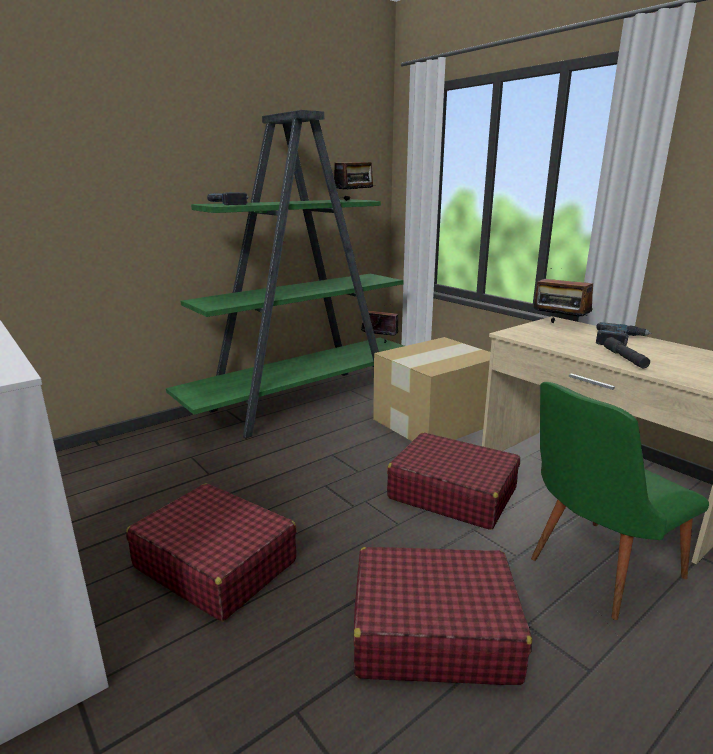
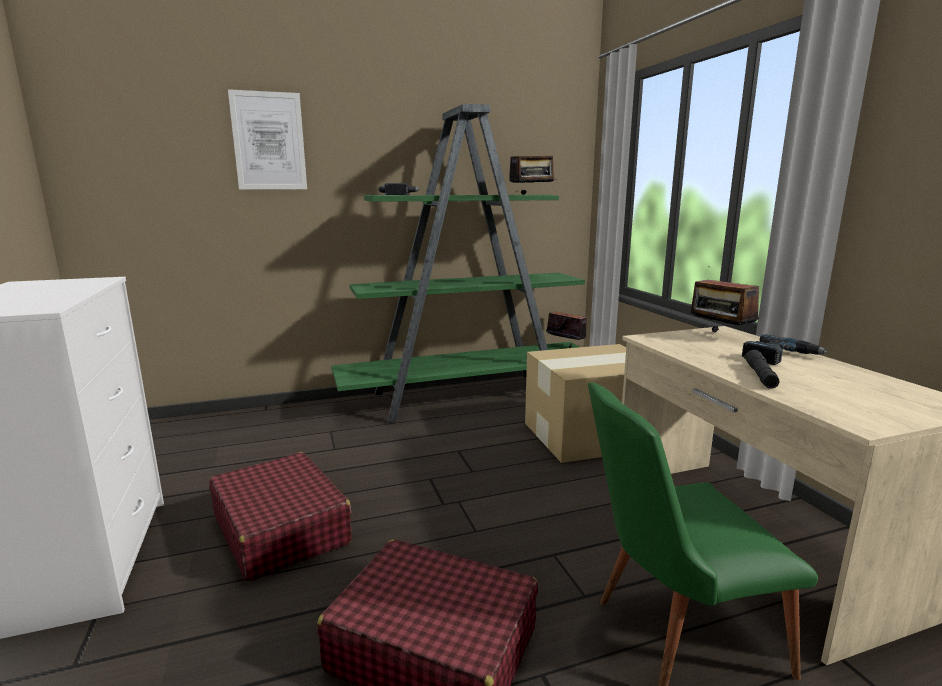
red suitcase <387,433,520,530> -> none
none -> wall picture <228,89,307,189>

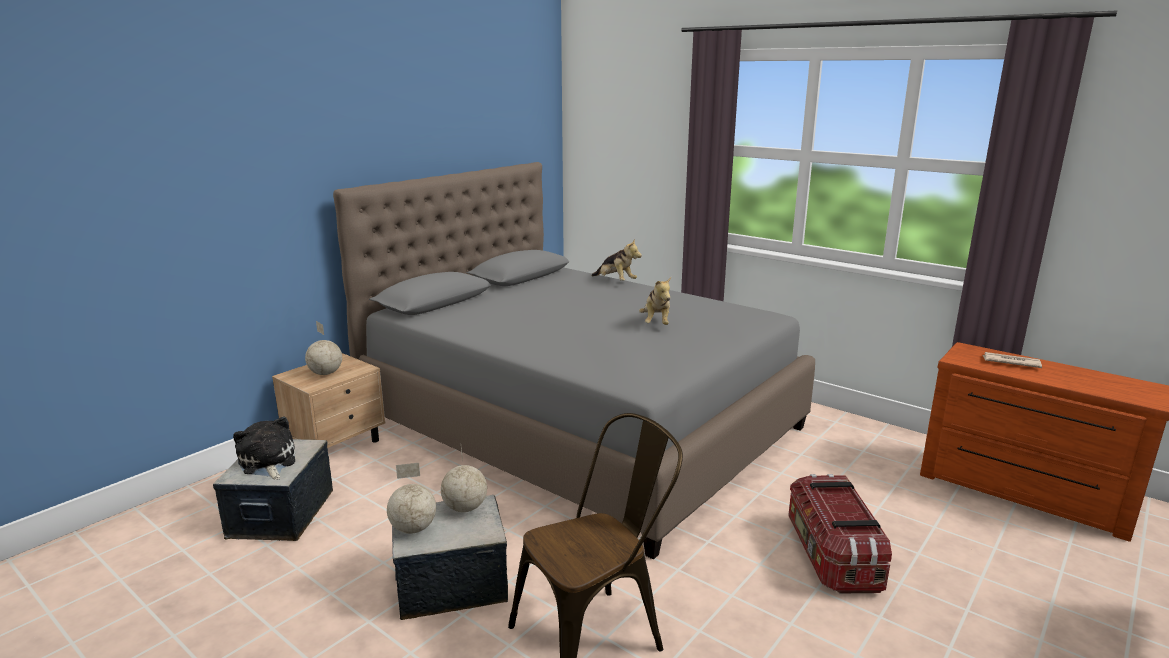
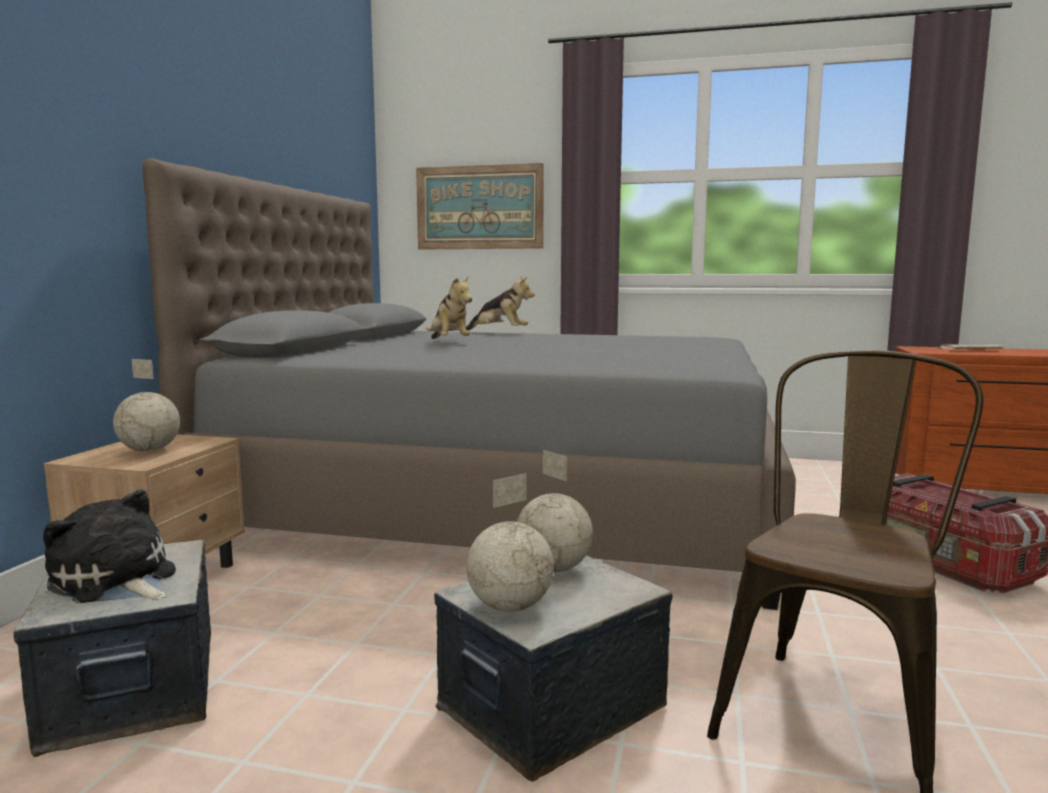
none -> wall picture <416,163,544,249>
plush toy <639,277,671,325> -> plush toy <426,276,472,339>, shifted

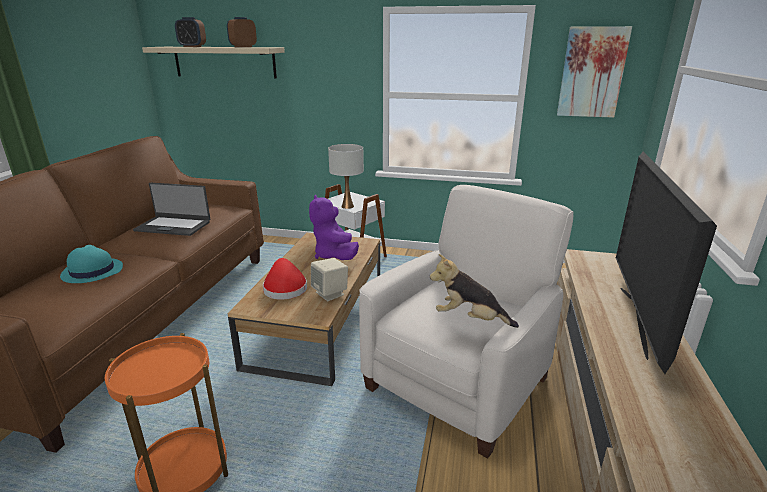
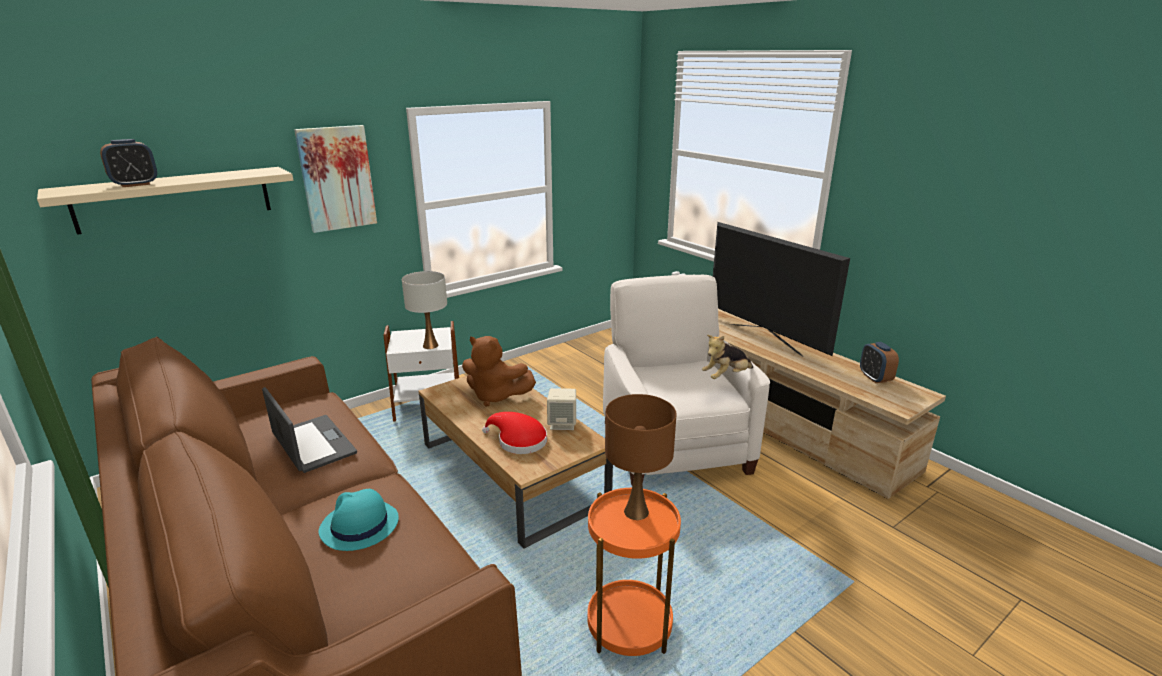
none -> brownish tabletop lamp <605,394,676,520>
bedside clock <227,17,257,47> -> bedside clock <860,342,899,383>, shifted
wall picture <557,26,632,118> -> wall picture <294,125,377,233>, shifted
purple plush toy <309,195,359,260> -> brownish plush toy <462,336,536,407>
laptop <133,183,210,236> -> laptop <262,387,357,473>, 90 degrees counterclockwise

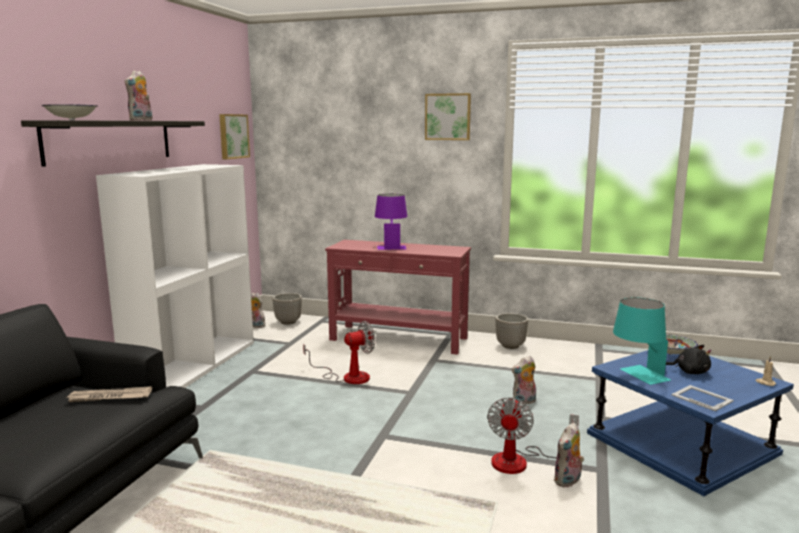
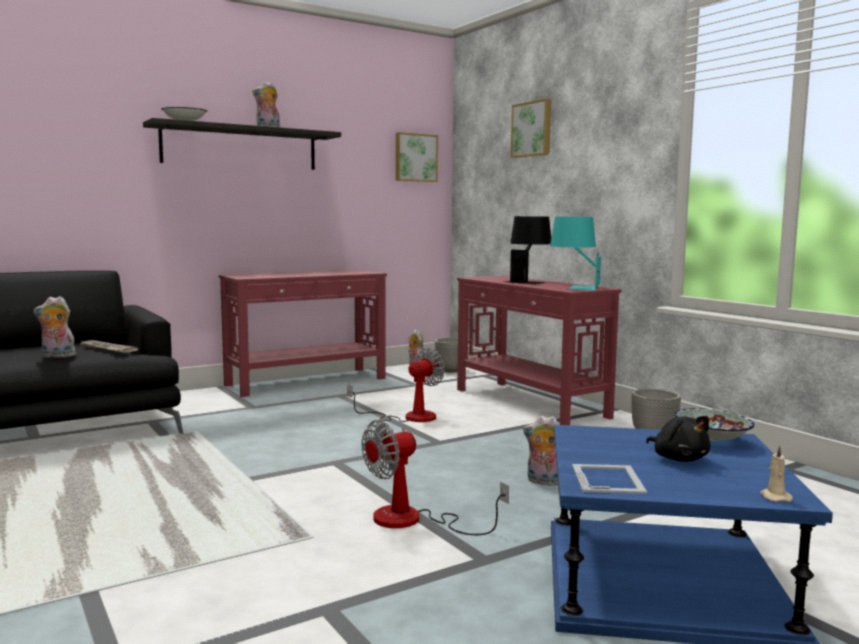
wall picture <425,93,471,140> -> wall picture <511,99,551,158>, shifted
plush toy <553,422,584,487> -> plush toy <34,296,76,358>, shifted
blue-green tabletop lamp <613,298,671,385> -> blue-green tabletop lamp <550,217,601,290>, shifted
whitish bookcase <96,164,254,388> -> red hall table <219,270,387,397>
purple tabletop lamp <375,194,407,250> -> black tabletop lamp <505,216,551,284>
electric fan <303,321,375,384> -> electric fan <347,348,445,422>, 60 degrees counterclockwise

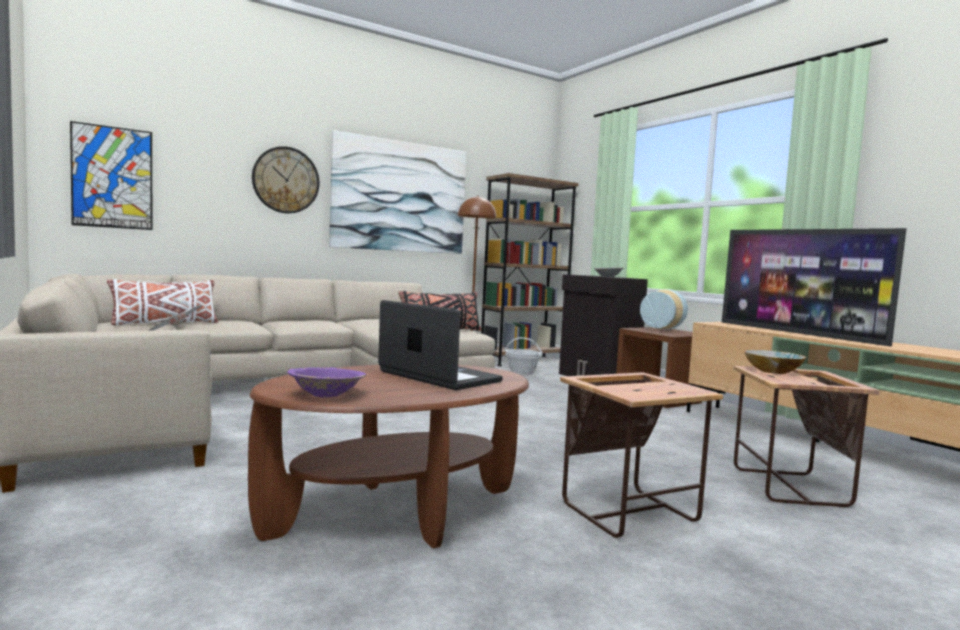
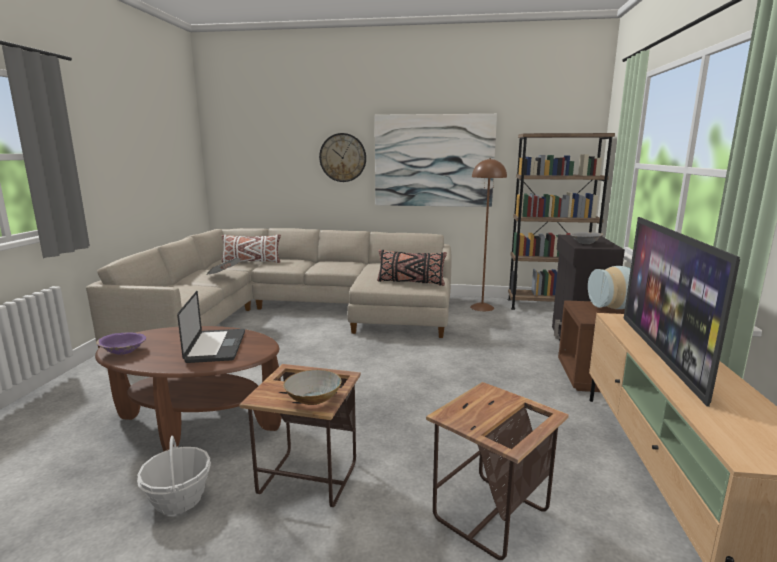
wall picture <70,121,153,230> -> none
basket <505,337,543,374> -> basket <137,436,211,515>, shifted
serving bowl <744,350,807,374> -> serving bowl <283,370,342,405>, shifted

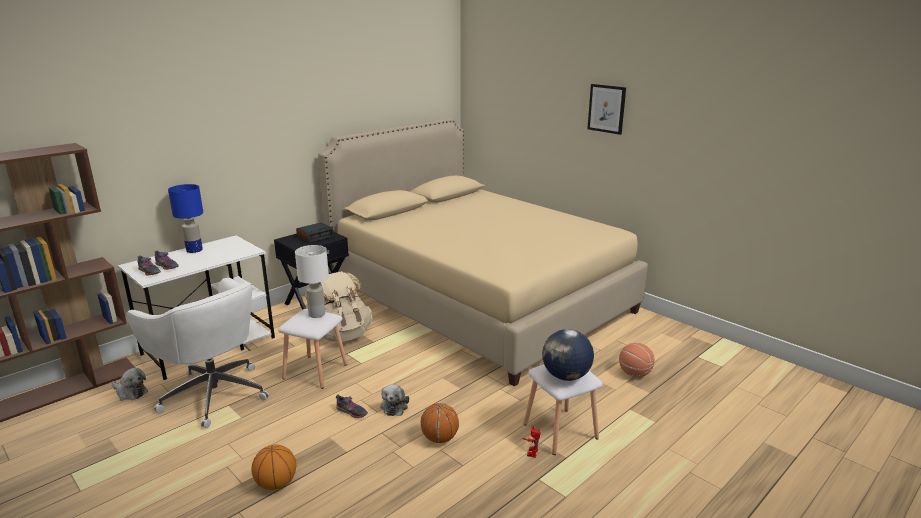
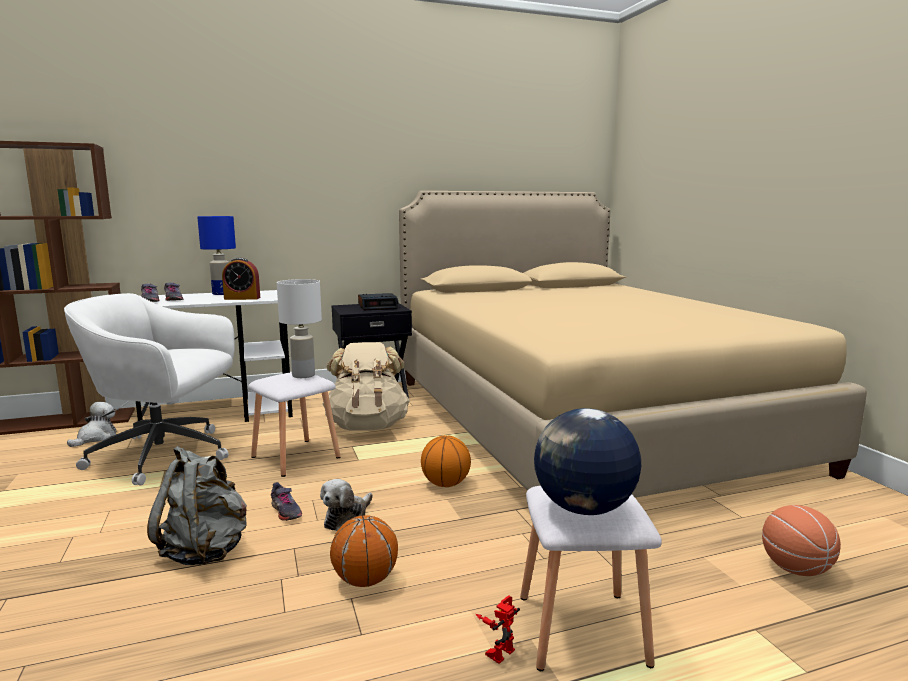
wall picture <587,84,626,135> -> none
none -> grey backpack <147,446,247,565>
none -> bedside clock <222,258,260,300>
basketball ball <251,445,296,490> -> basketball ball <421,435,471,487>, shifted
plush toy <112,368,148,401> -> plush toy <67,402,116,447>, 120 degrees counterclockwise
whitish office chair <126,278,269,428> -> whitish office chair <64,293,234,485>, 120 degrees clockwise

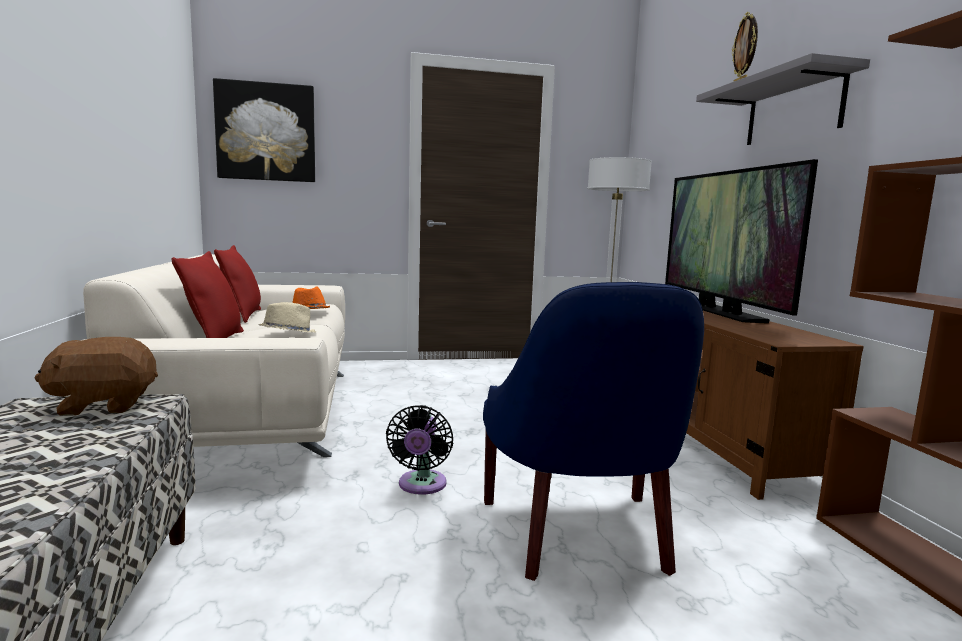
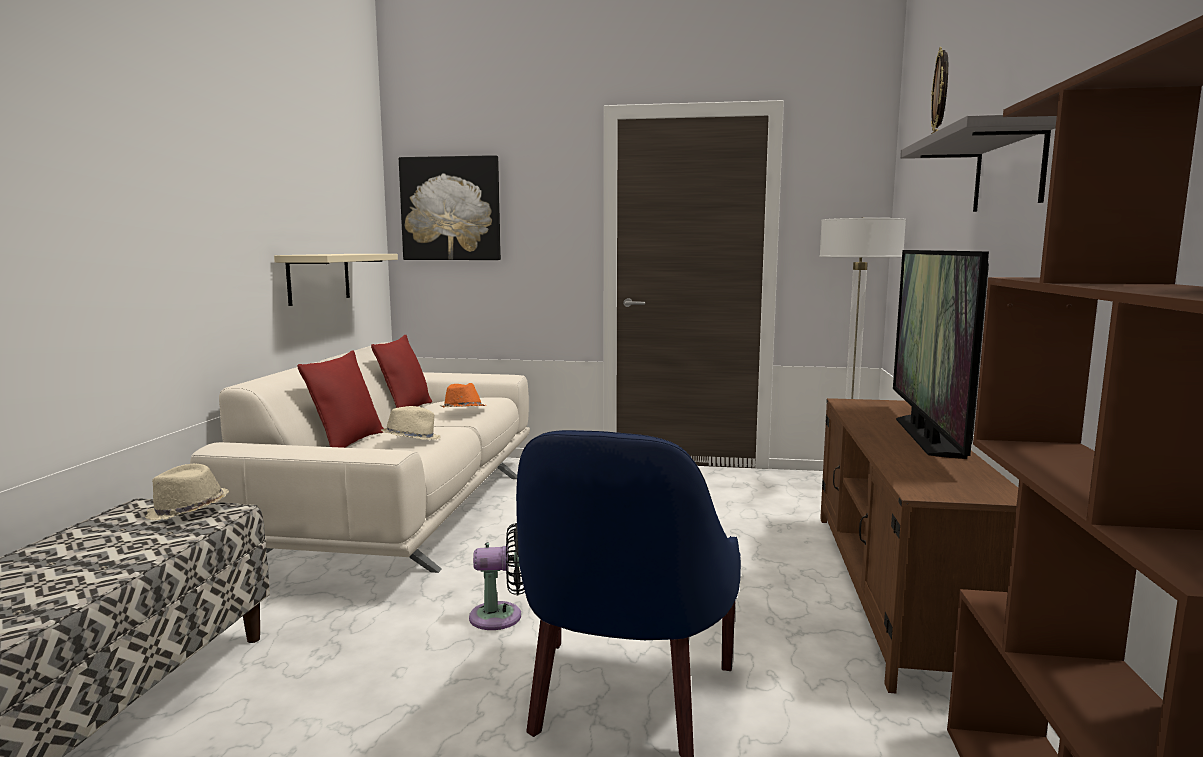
none -> sand-coloured bracket shelf <274,254,398,306>
brownish plush toy <34,337,158,416> -> sand-coloured hat <145,464,229,520>
black electric fan <386,405,453,495> -> black electric fan <469,523,525,630>, 120 degrees counterclockwise

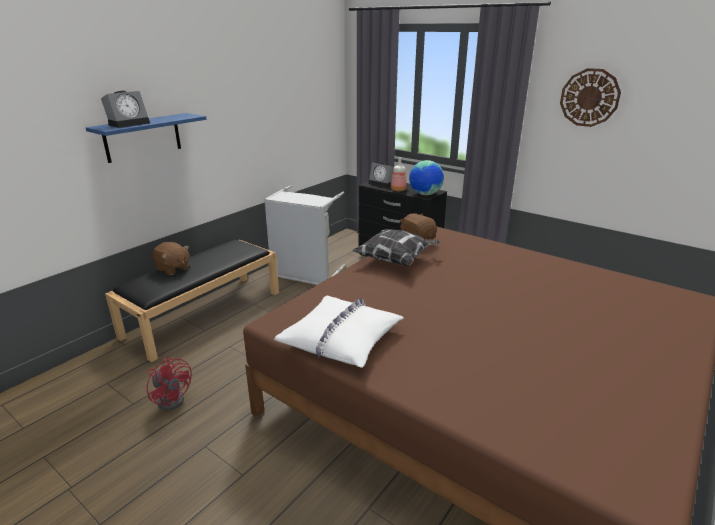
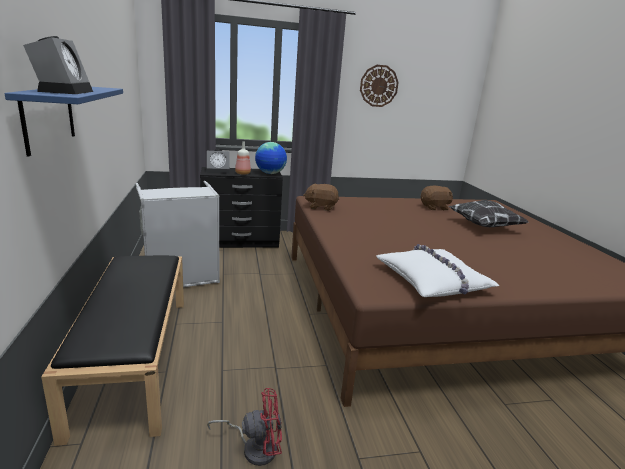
brownish plush toy <152,242,190,275> -> brownish plush toy <421,186,453,210>, shifted
throw pillow <352,229,440,266> -> throw pillow <449,200,528,227>, shifted

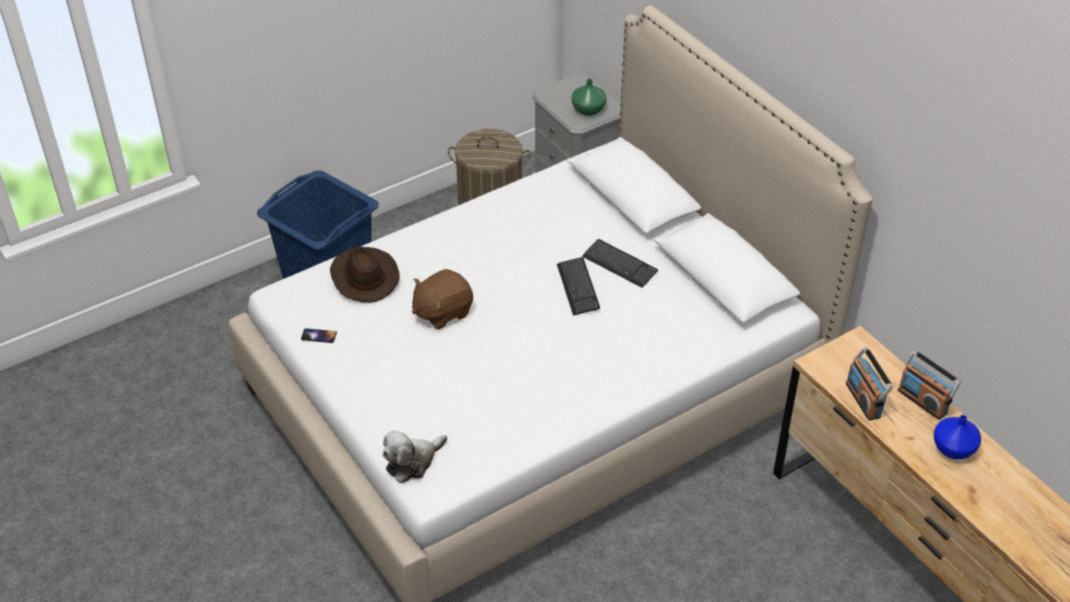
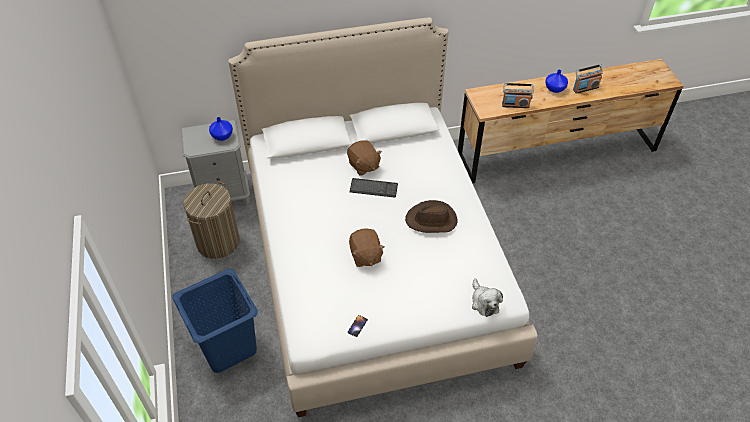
brownish hat <330,246,400,303> -> brownish hat <405,200,457,233>, shifted
radio set <898,350,961,420> -> radio set <573,65,602,94>, shifted
PC keyboard <582,239,658,288> -> brownish plush toy <347,140,382,176>
greenish vase <572,79,607,116> -> blue vase <209,117,233,141>

